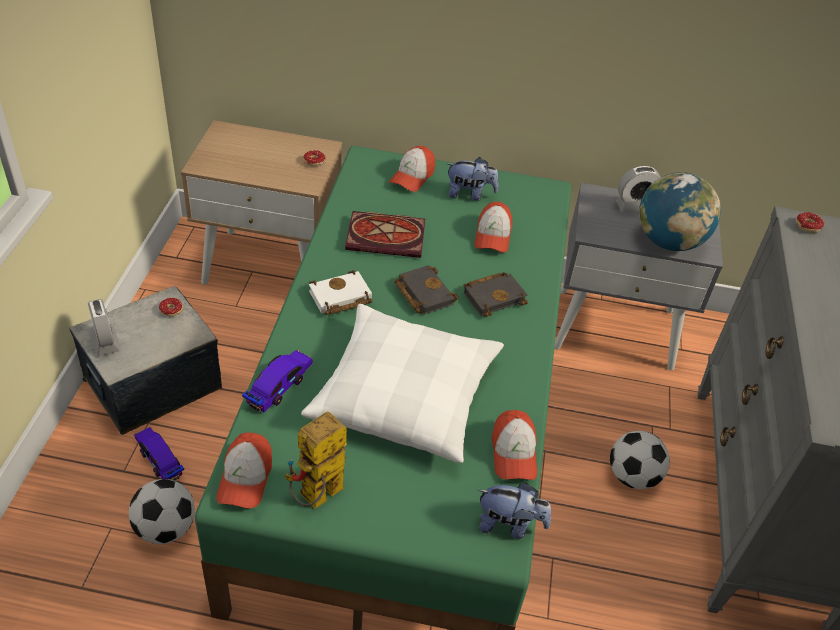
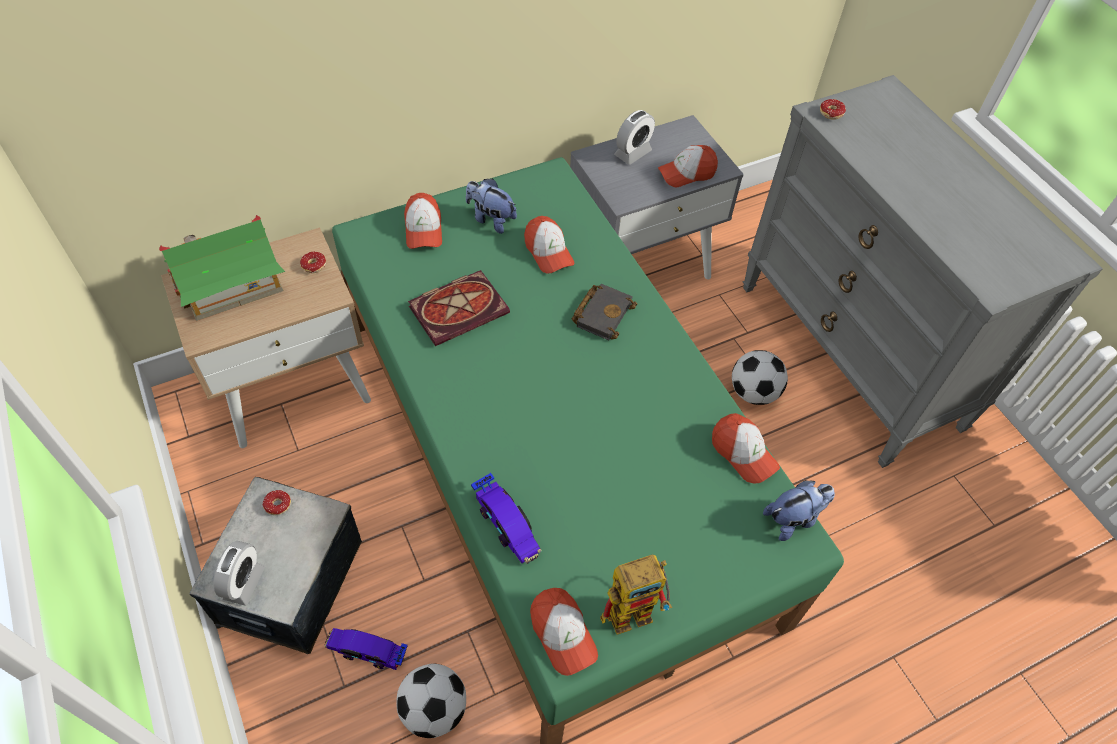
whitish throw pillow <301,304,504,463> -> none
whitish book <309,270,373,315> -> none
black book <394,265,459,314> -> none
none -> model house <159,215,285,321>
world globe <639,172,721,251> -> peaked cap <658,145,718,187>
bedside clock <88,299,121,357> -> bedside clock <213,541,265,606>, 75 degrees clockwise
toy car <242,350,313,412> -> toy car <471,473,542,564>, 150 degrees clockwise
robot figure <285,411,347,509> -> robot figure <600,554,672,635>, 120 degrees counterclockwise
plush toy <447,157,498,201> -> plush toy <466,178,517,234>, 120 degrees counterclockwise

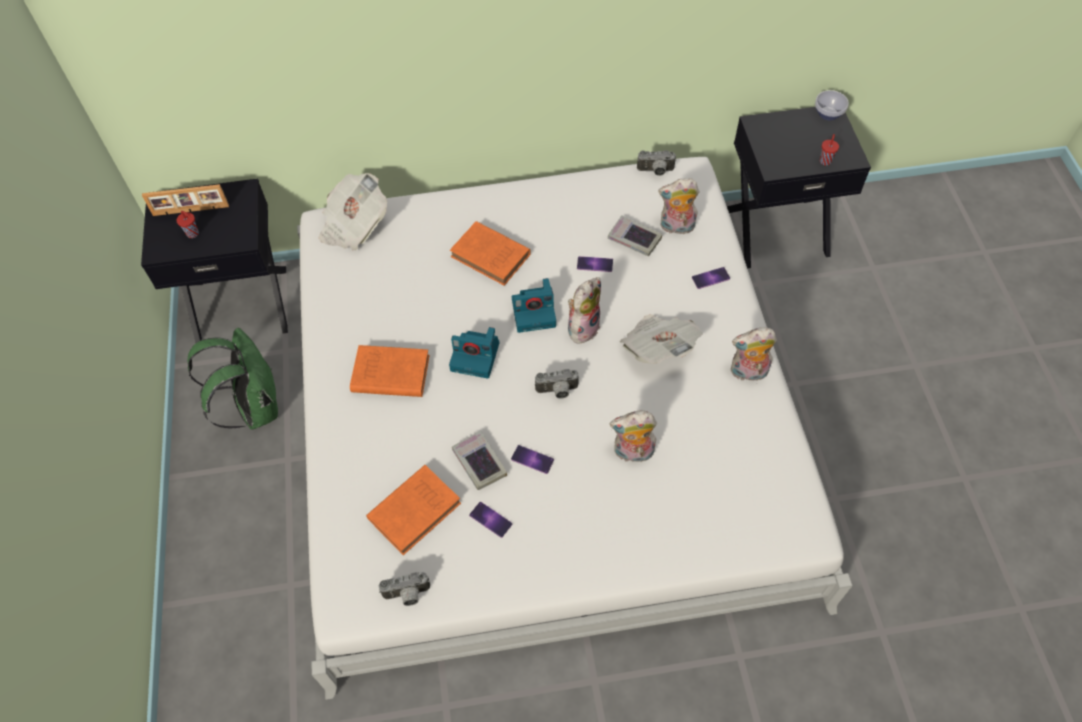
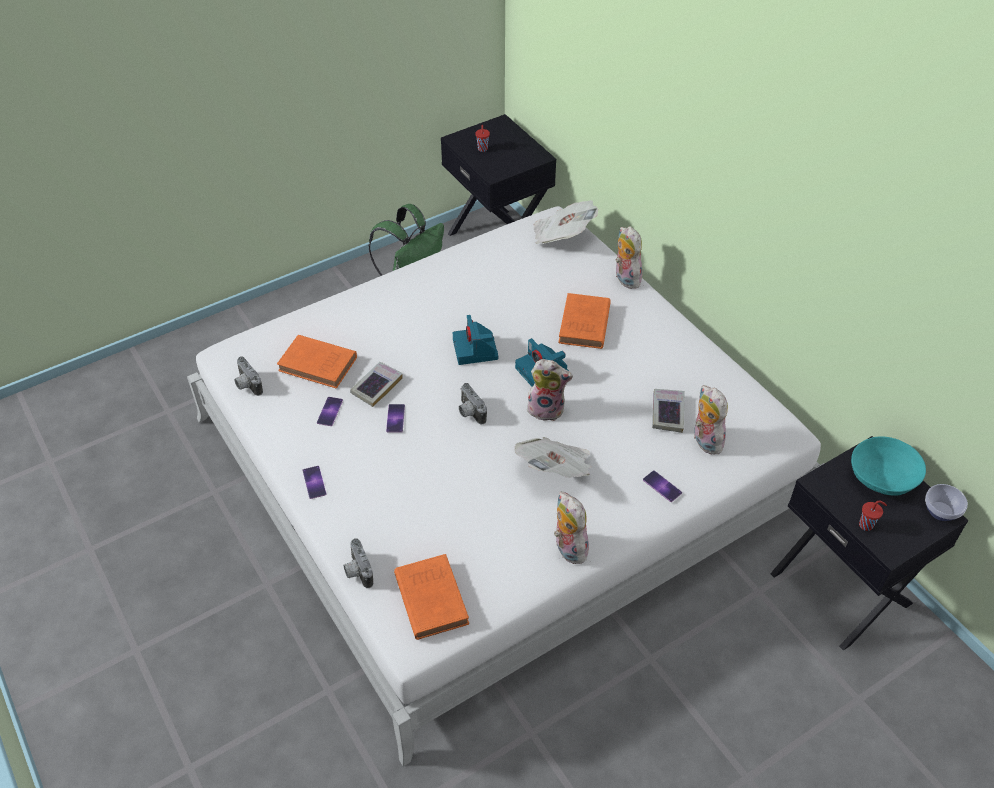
standing frame <142,184,229,216> -> none
none -> blue-green serving bowl <851,436,926,495>
orange-coloured book <350,345,429,397> -> orange-coloured book <394,554,469,640>, shifted
phone <577,256,613,272> -> phone <302,466,327,499>, shifted
plush toy <610,411,657,462> -> plush toy <615,226,642,289>, shifted
still camera <637,150,676,176> -> still camera <344,538,373,588>, shifted

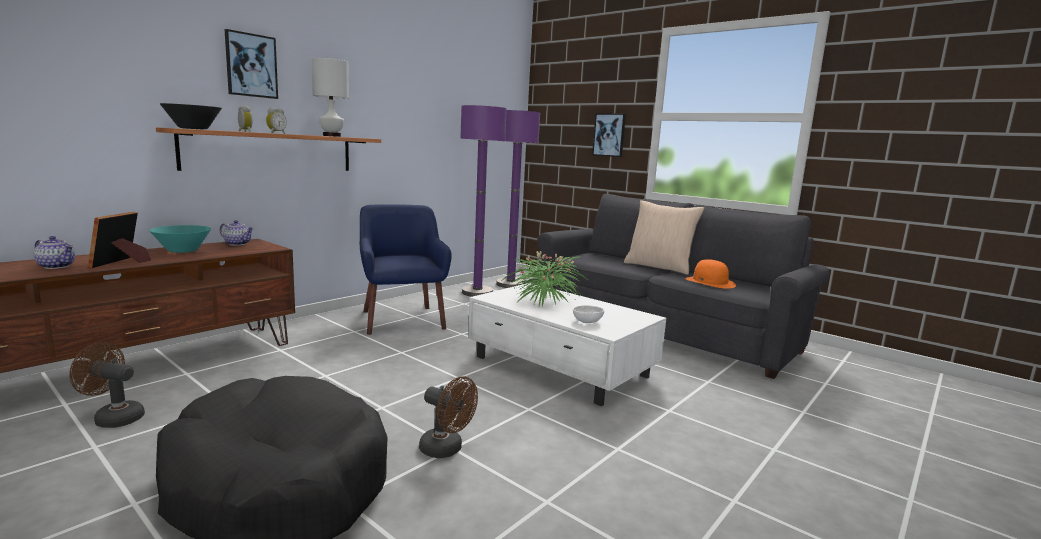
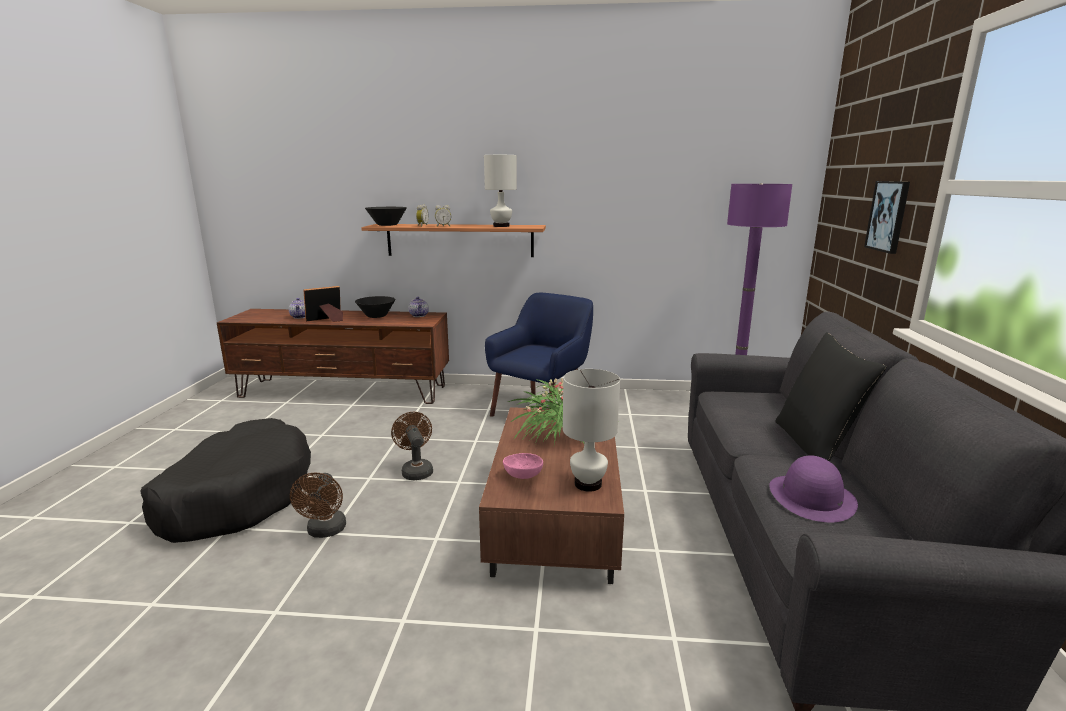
wall picture <224,29,278,99> -> none
purple floor lamp <460,105,507,297> -> none
none -> whitish tabletop lamp <563,369,620,492>
brownish electric fan <69,342,145,428> -> brownish electric fan <391,412,433,480>, shifted
blue-green serving bowl <149,225,211,253> -> black serving bowl <355,296,395,318>
whitish lounge table <468,283,666,406> -> brownish lounge table <479,407,624,584>
whitish serving bowl <573,305,604,323> -> pink-coloured serving bowl <503,453,543,479>
sand-coloured throw pillow <624,200,704,275> -> black throw pillow <776,332,887,462>
orange-coloured hat <685,259,736,289> -> purple hat <769,455,858,522>

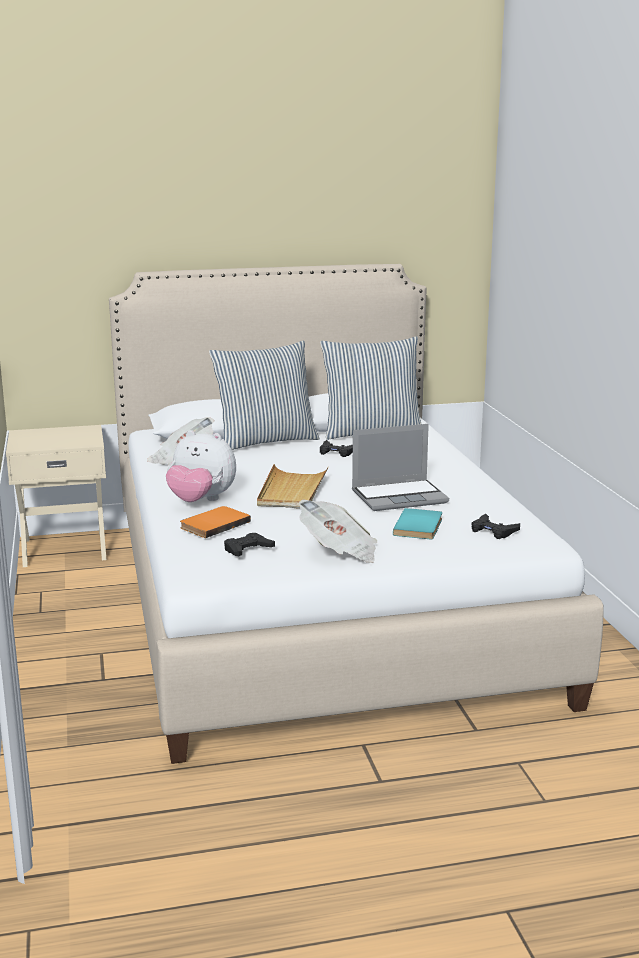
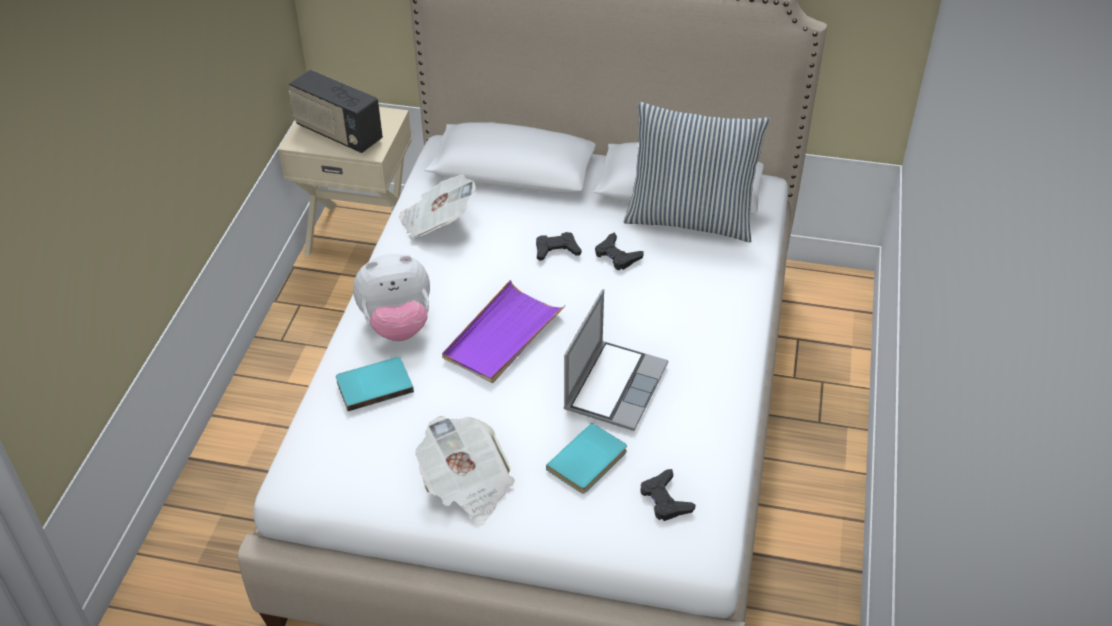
throw pillow <209,341,320,450> -> none
none -> radio set <289,69,383,153>
black gamepad <224,533,275,556> -> black gamepad <536,232,582,261>, shifted
orange-coloured book <180,506,251,538> -> blue-green book <336,357,414,411>
sand-coloured serving tray <257,464,328,509> -> purple serving tray <442,280,565,383>
plush toy <166,430,236,502> -> plush toy <353,254,430,341>, 60 degrees counterclockwise
laptop <352,424,449,511> -> laptop <563,289,668,431>, 75 degrees counterclockwise

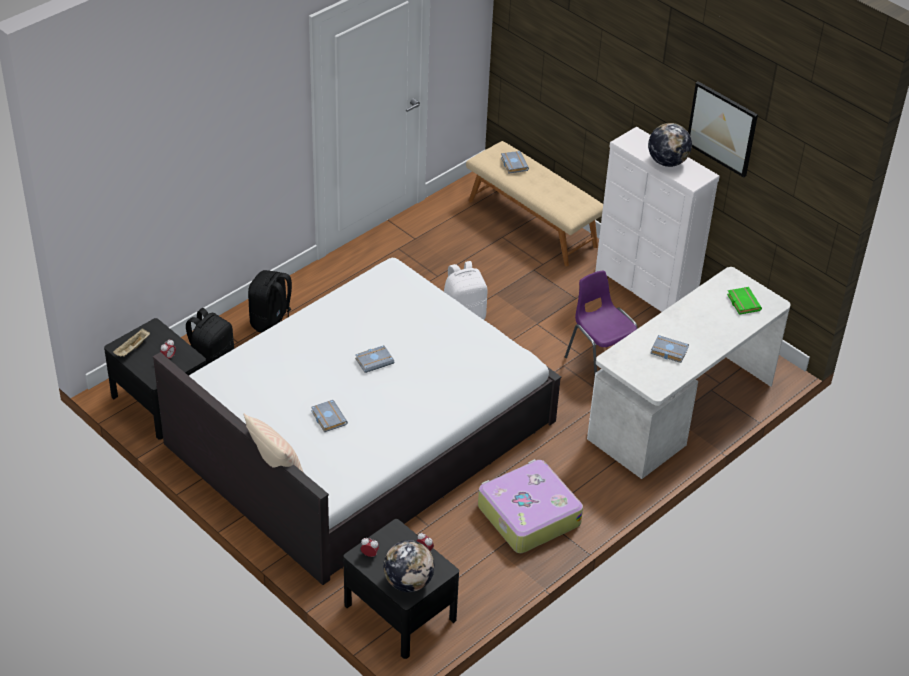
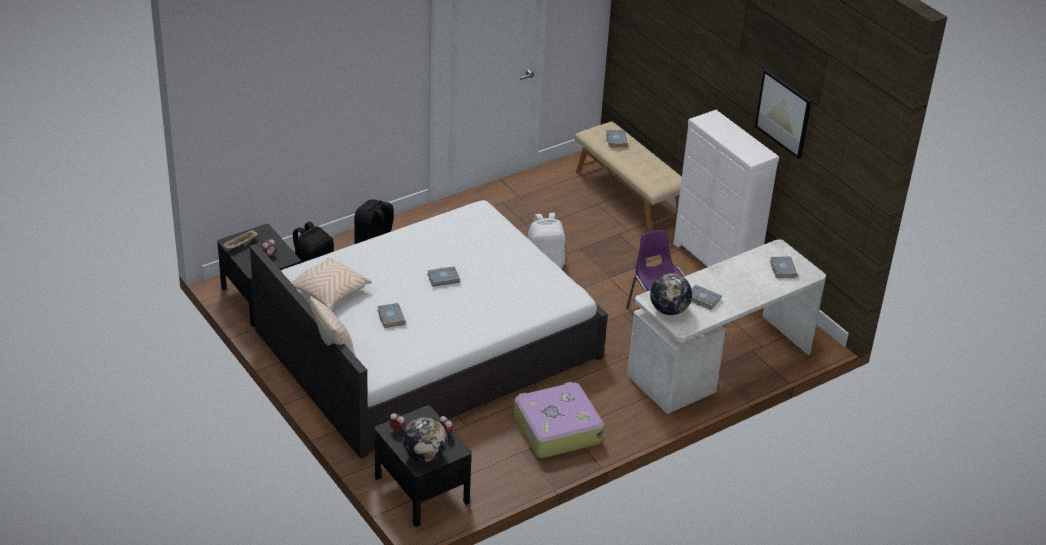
none -> sand-coloured throw pillow <291,257,372,309>
world globe <648,123,692,167> -> world globe <650,273,692,315>, shifted
greenish book <727,287,762,315> -> grey book <770,256,798,278>

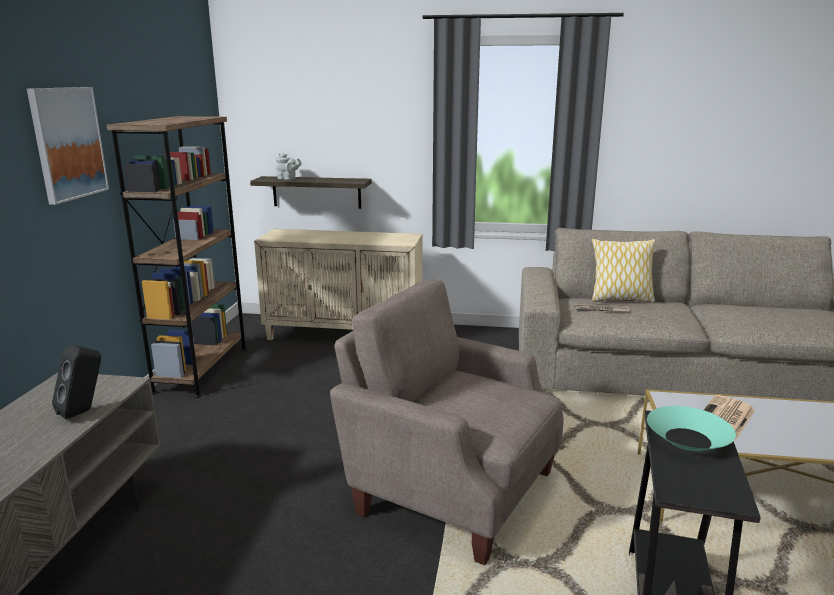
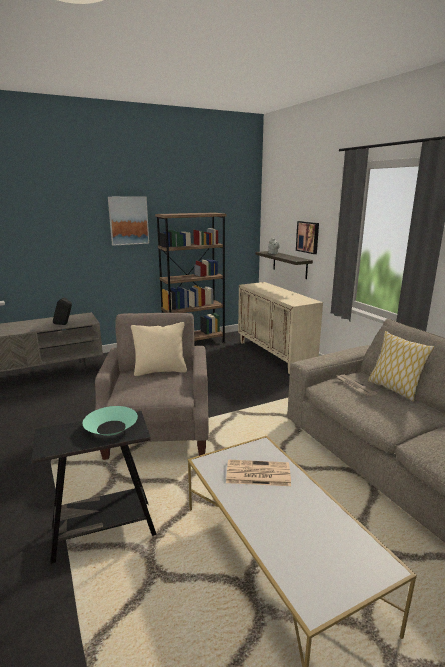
none -> sand-coloured throw pillow <131,322,187,376>
none -> wall picture <296,221,319,254>

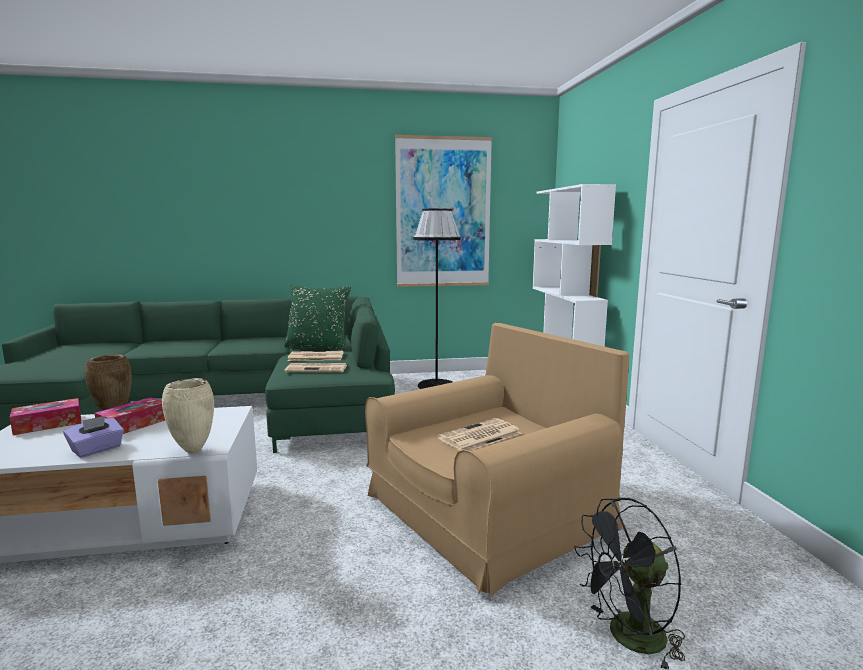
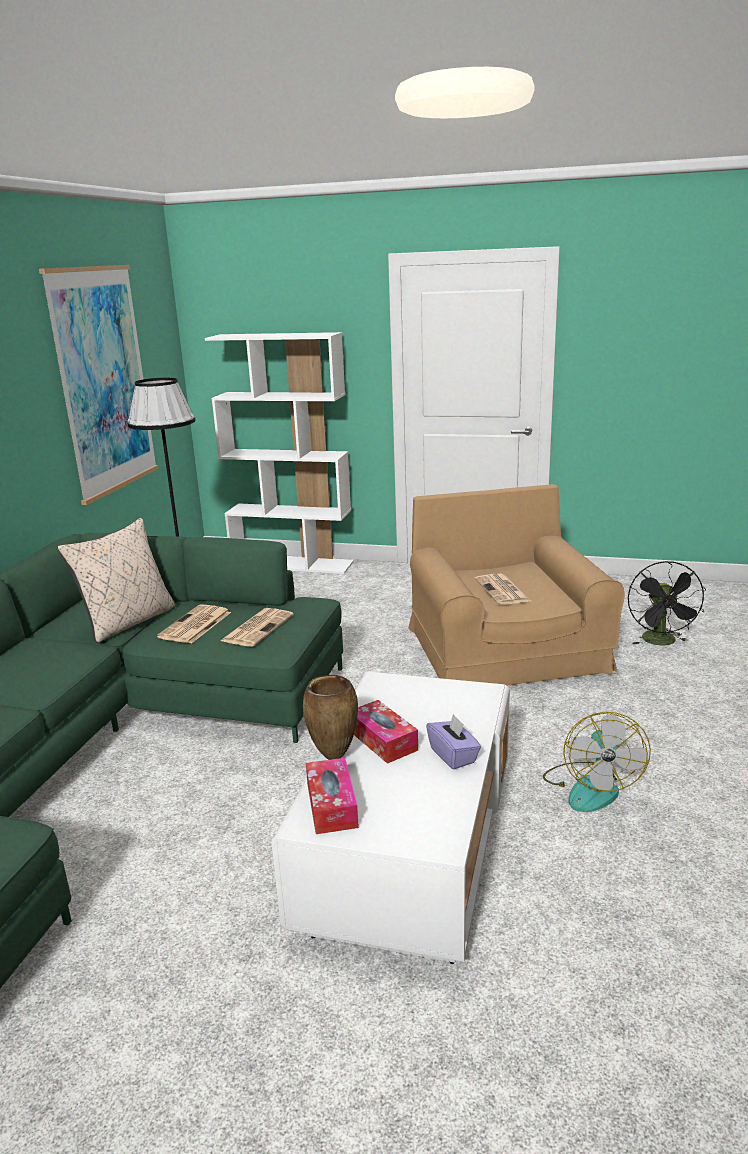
sand-coloured vase <162,378,214,454> -> none
none -> electric fan <543,712,651,812>
greenish throw pillow <284,285,351,350> -> sand-coloured throw pillow <58,518,175,643>

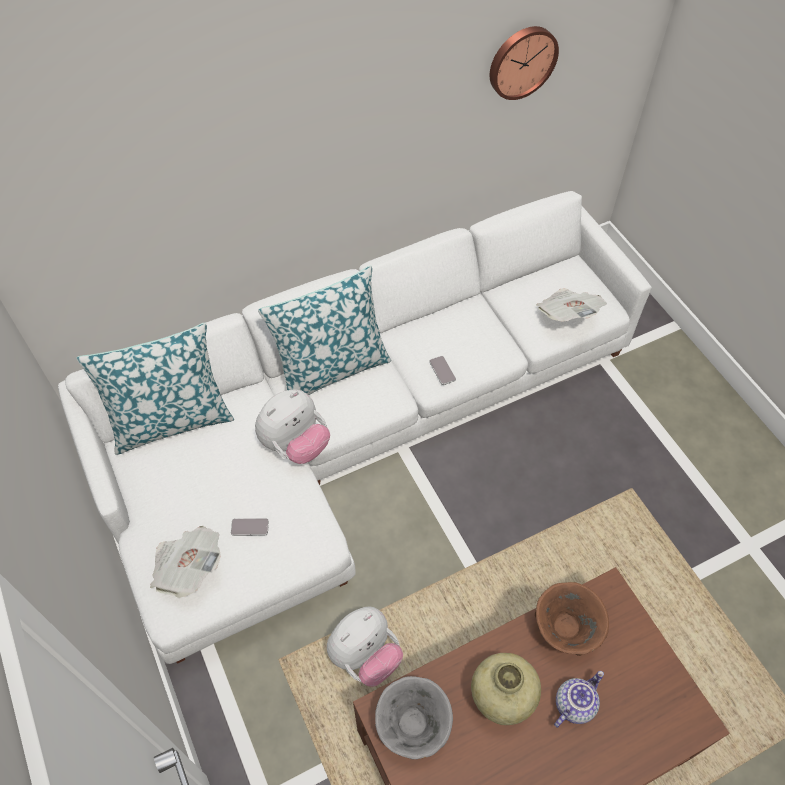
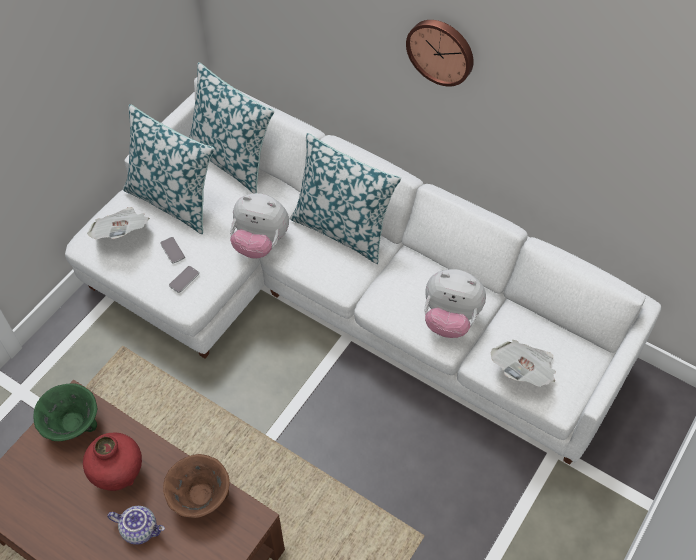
none -> throw pillow <123,104,214,234>
plush toy <327,607,403,687> -> plush toy <424,269,486,338>, shifted
phone <429,356,456,385> -> phone <169,266,199,293>, shifted
wall clock <490,26,559,100> -> wall clock <406,20,474,87>, shifted
grey serving bowl <375,676,453,759> -> greenish serving bowl <33,383,97,441>
sand-coloured vase <471,653,541,725> -> red vase <83,433,142,491>

